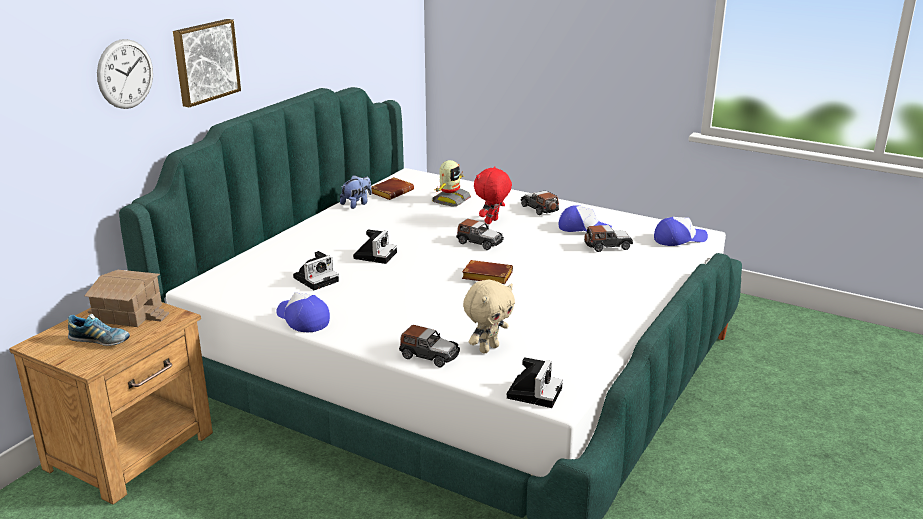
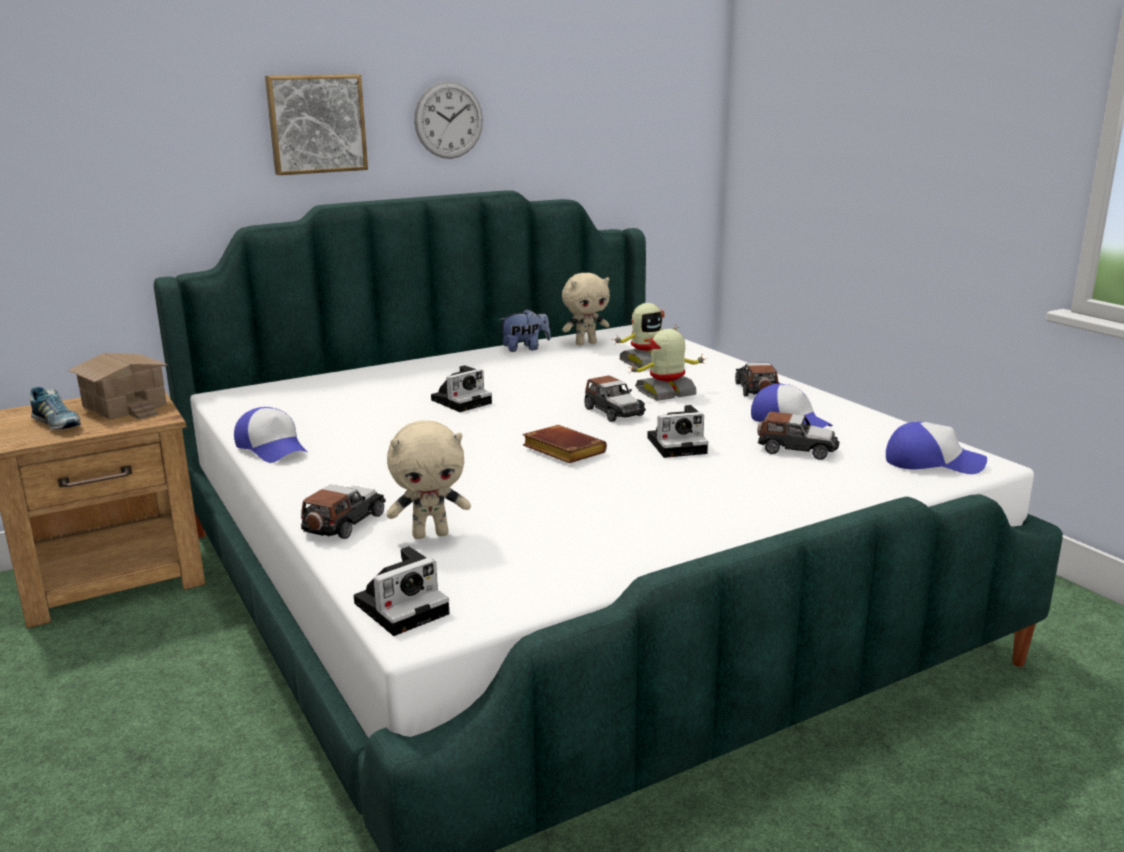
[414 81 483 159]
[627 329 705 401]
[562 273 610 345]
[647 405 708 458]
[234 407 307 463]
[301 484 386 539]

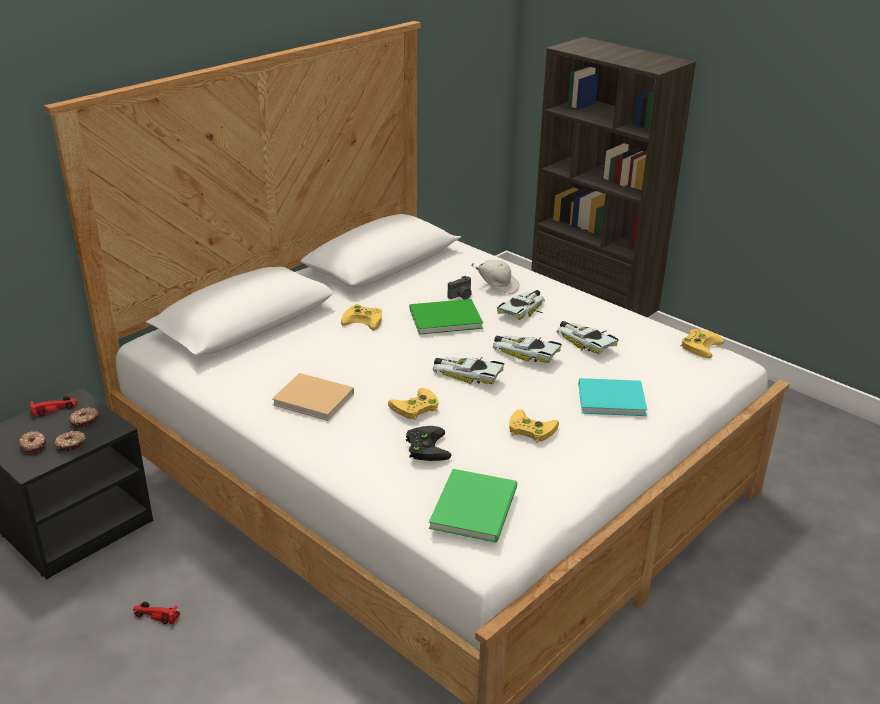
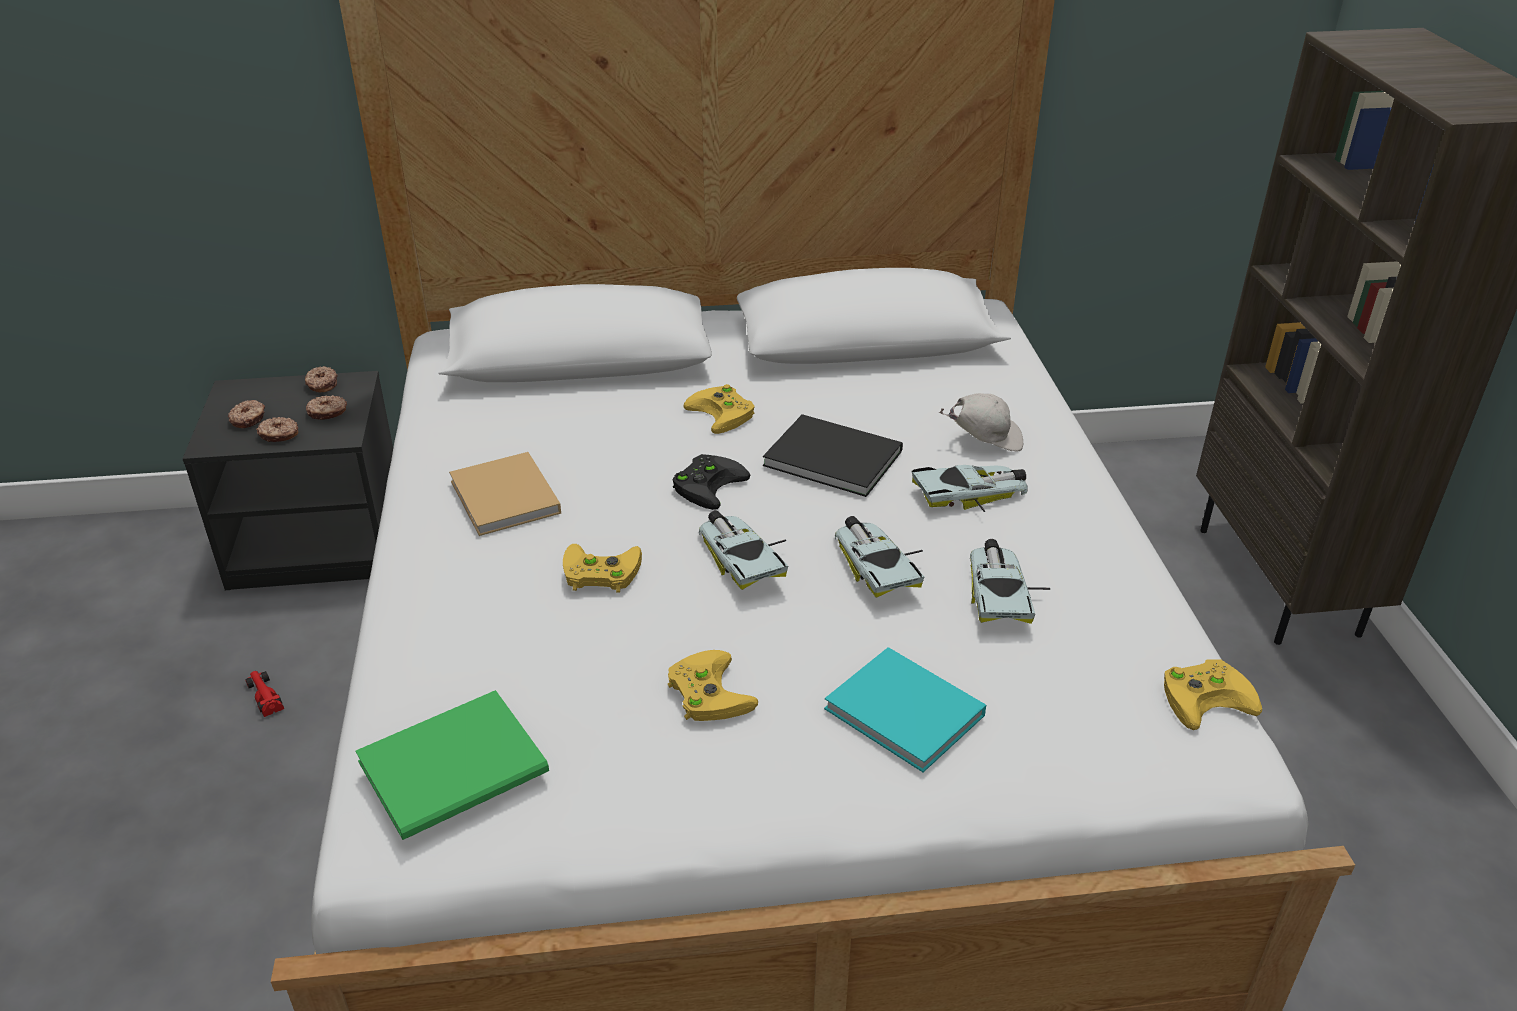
[939 393 1023 451]
[448 276 472 299] (first image)
[763 414 903 497]
[305 366 338 393]
[673 454 750 510]

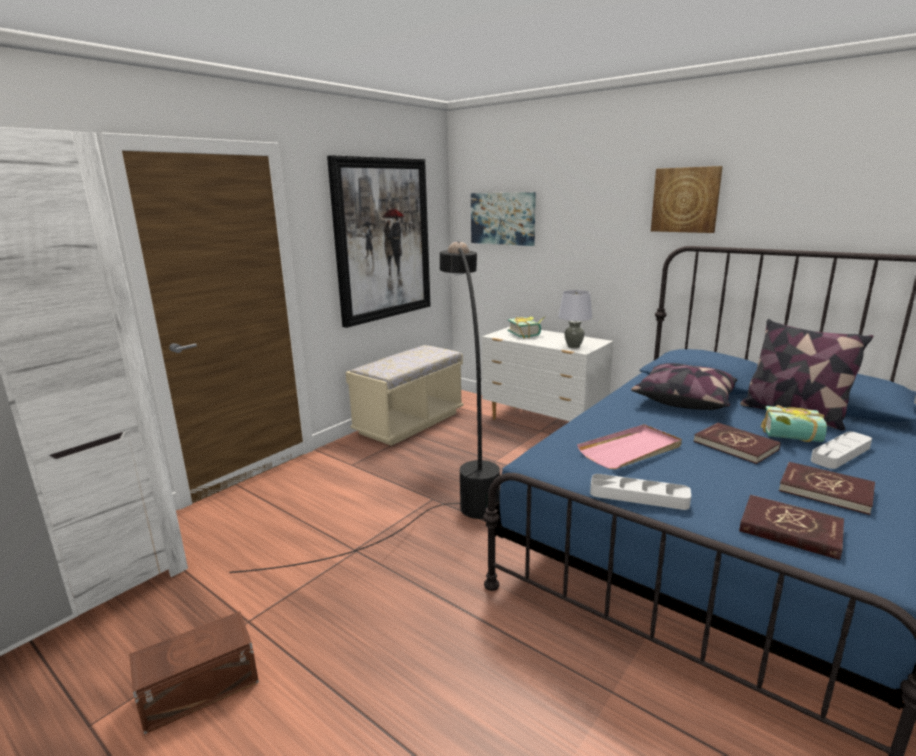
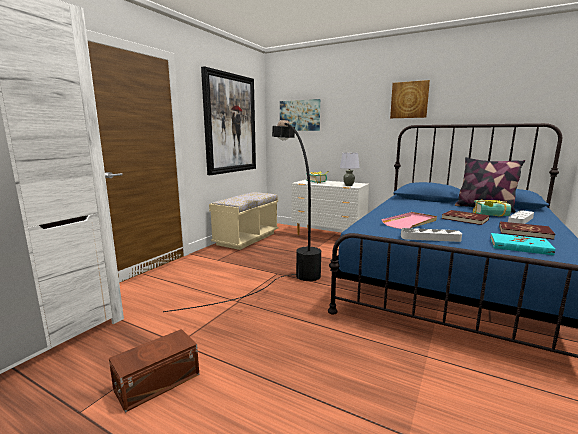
[631 363 737 410] (first image)
[490 233 555 255]

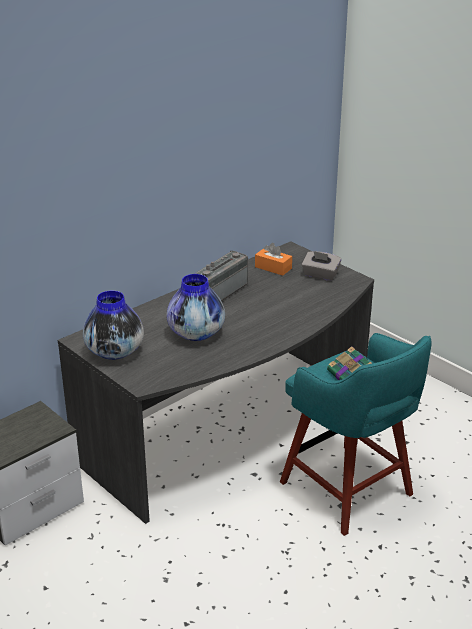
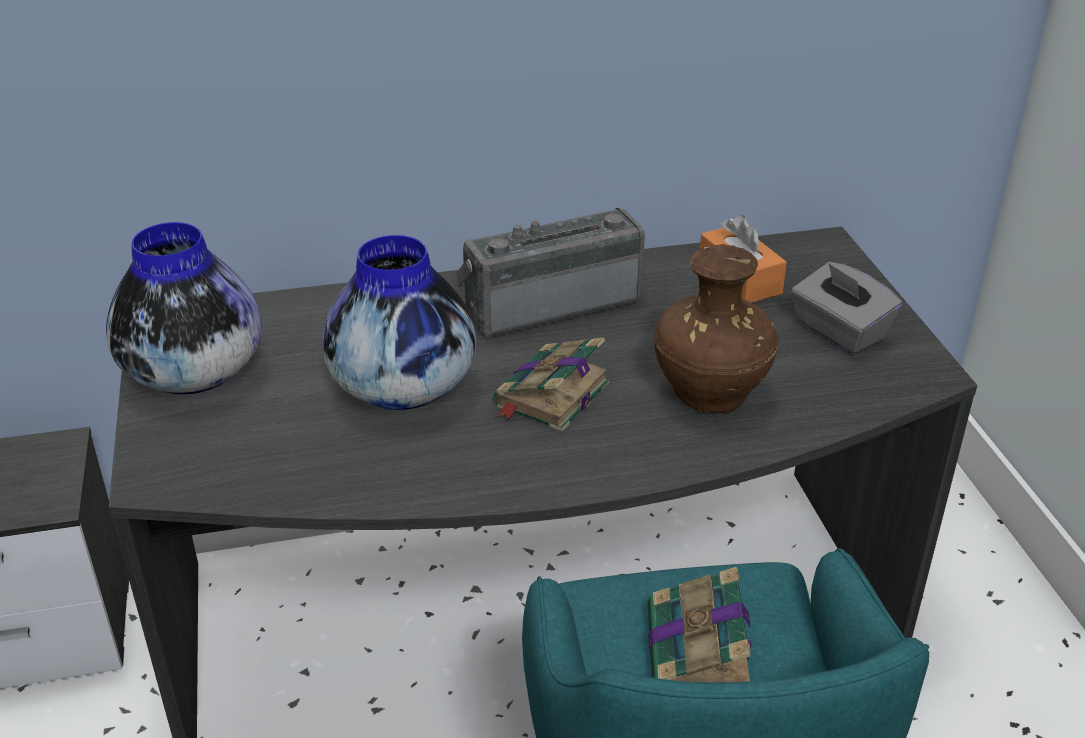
[654 244 778 413]
[493 337 610 432]

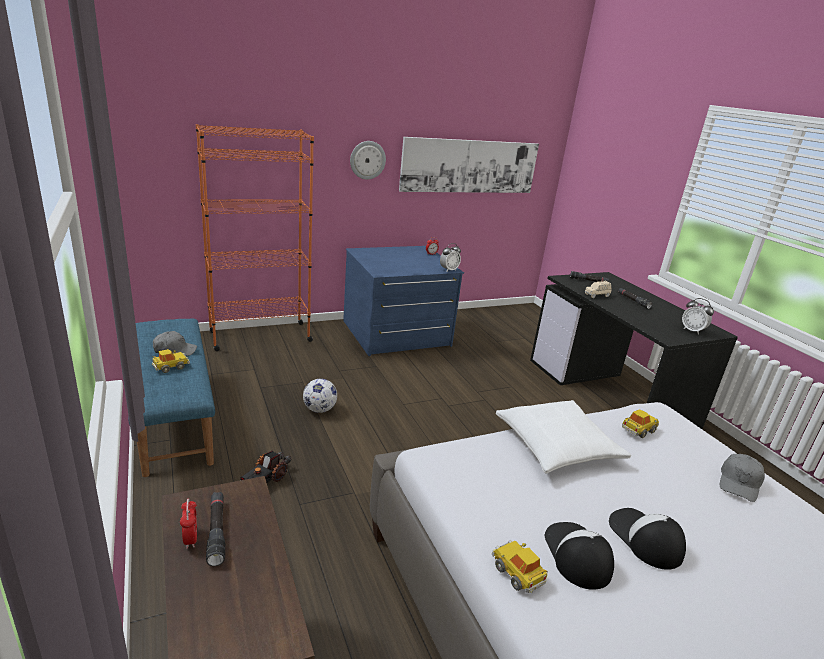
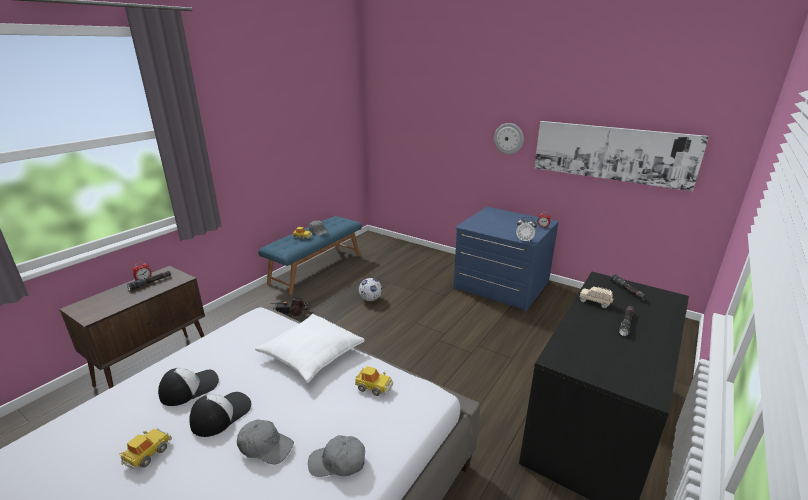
[196 124 314 351] (first image)
[682 298 714 335] (first image)
[120 428 172 470]
[237 420 294 465]

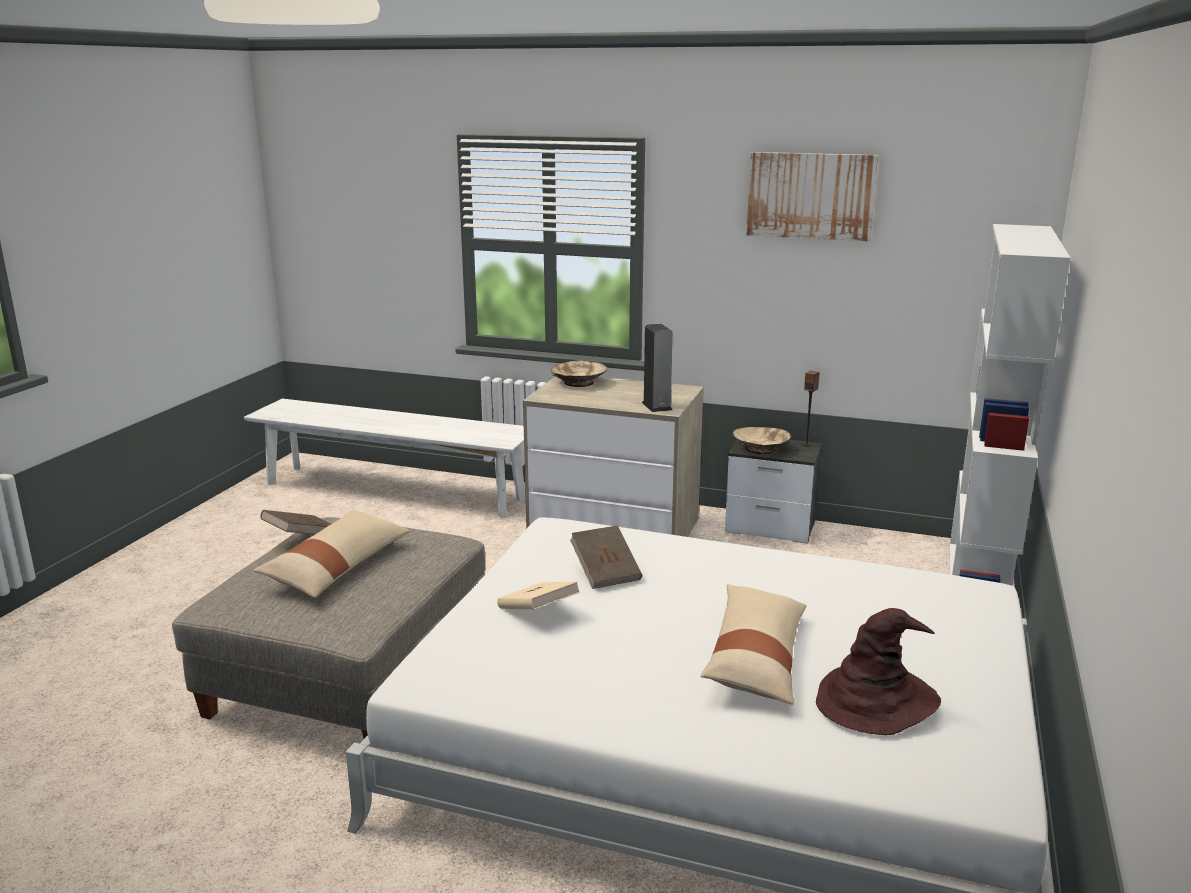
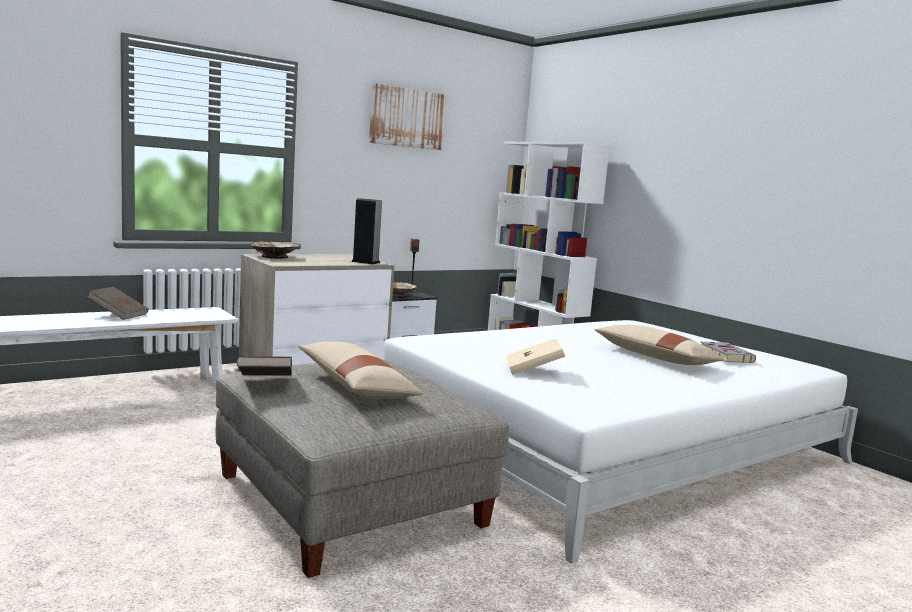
[87 287 149 320]
[701 342 756 363]

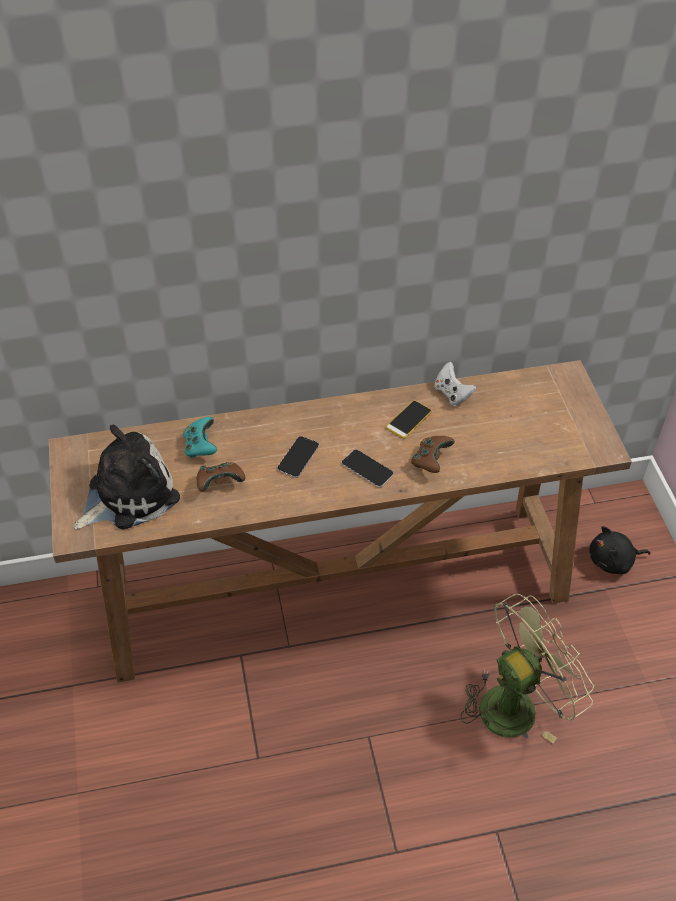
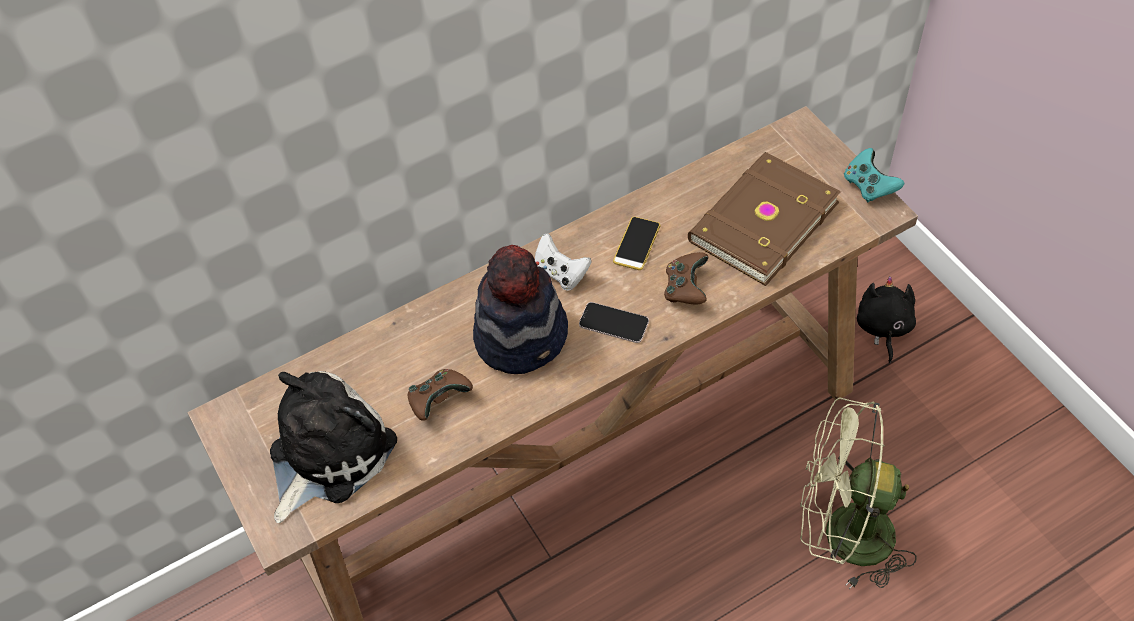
[535 233 592 290]
[844 148 904 202]
[473 245 568 374]
[857 276 916 363]
[800 397 916 589]
[688 152 841 286]

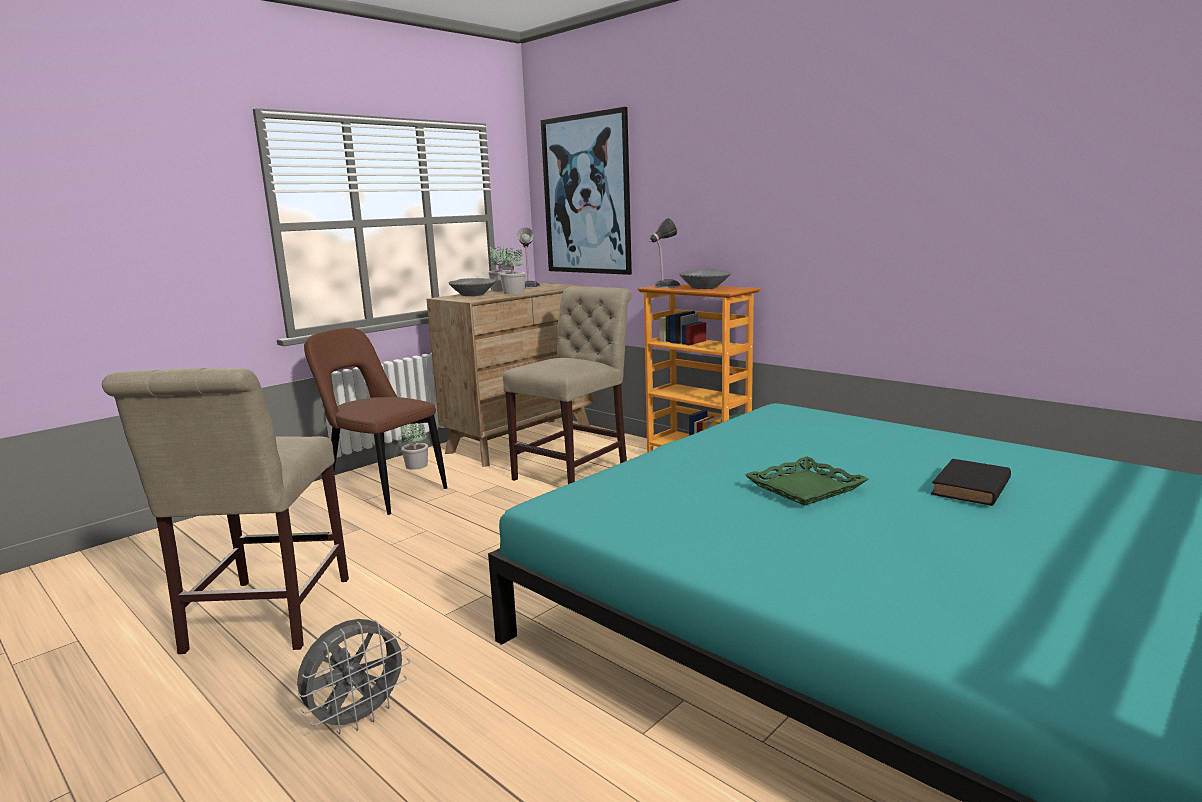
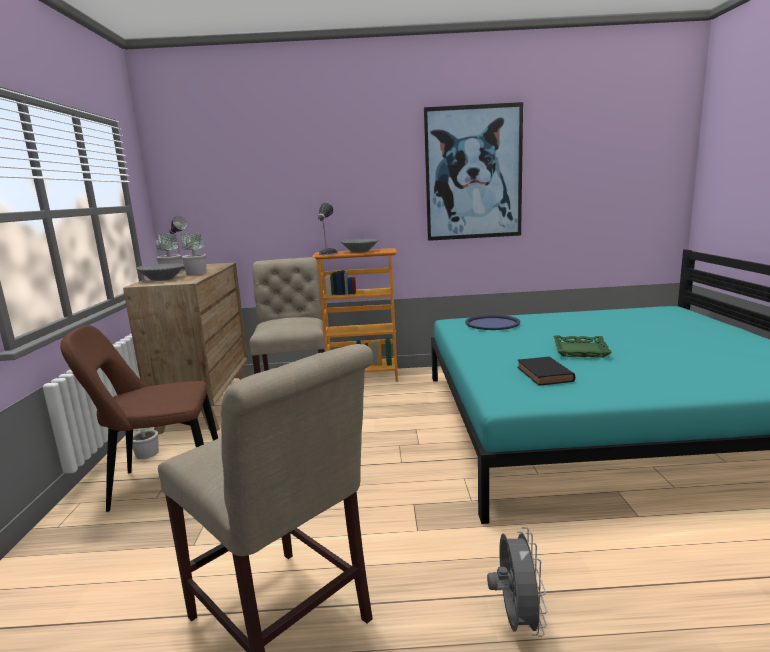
[424 102 523 241]
[517 356 575 385]
[465 315 520 330]

